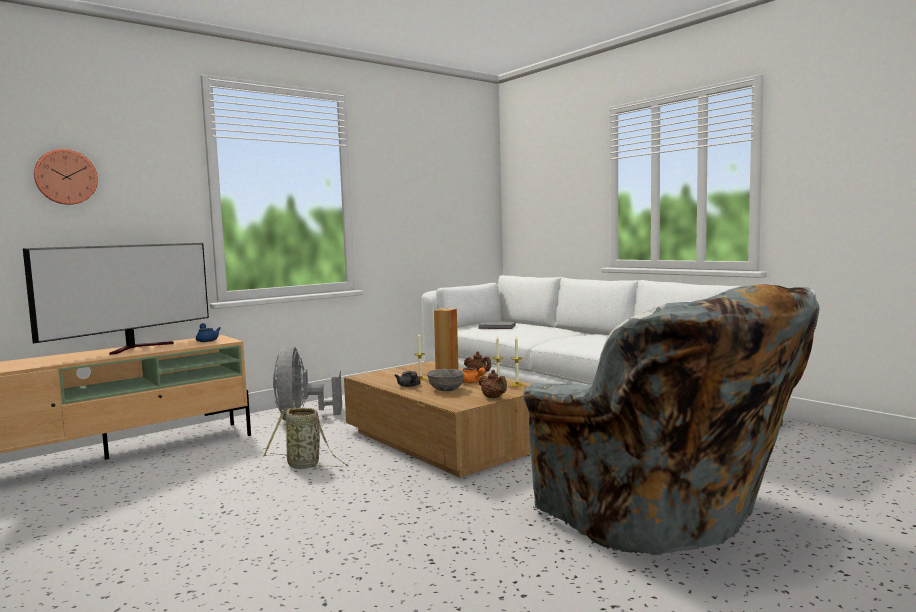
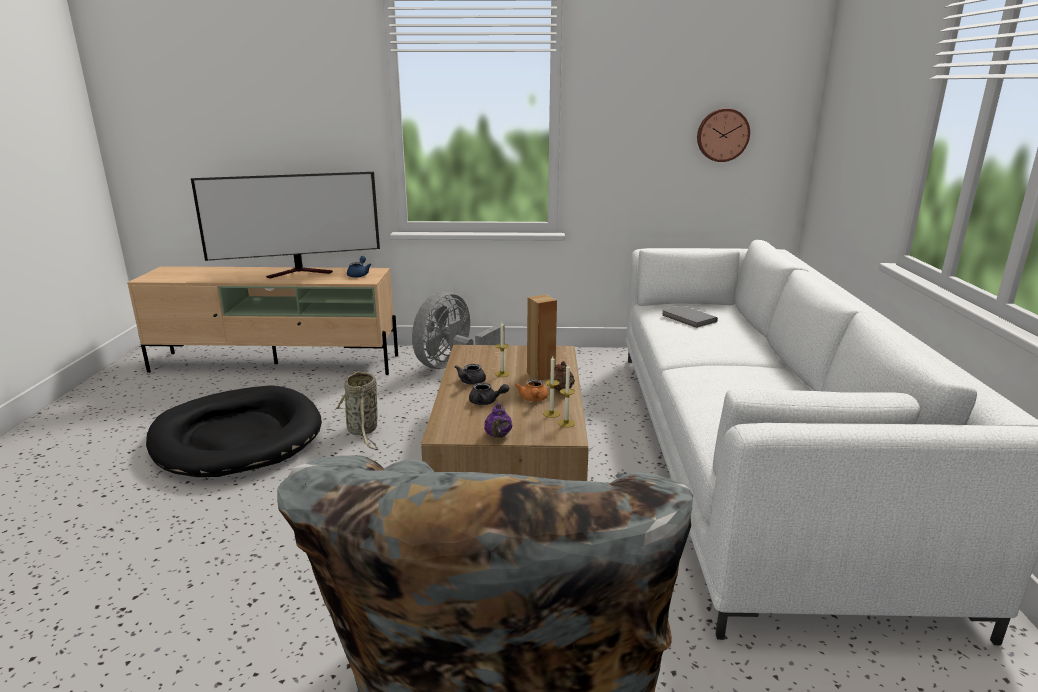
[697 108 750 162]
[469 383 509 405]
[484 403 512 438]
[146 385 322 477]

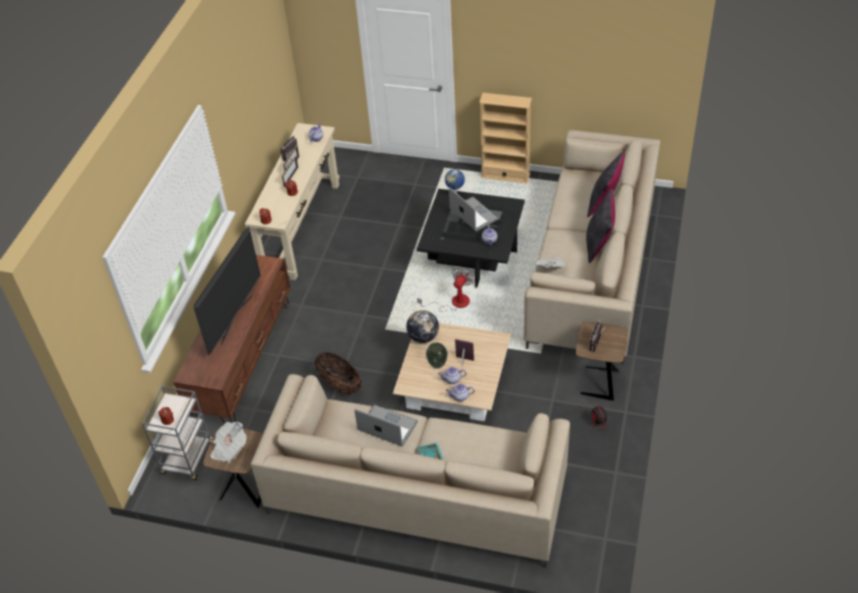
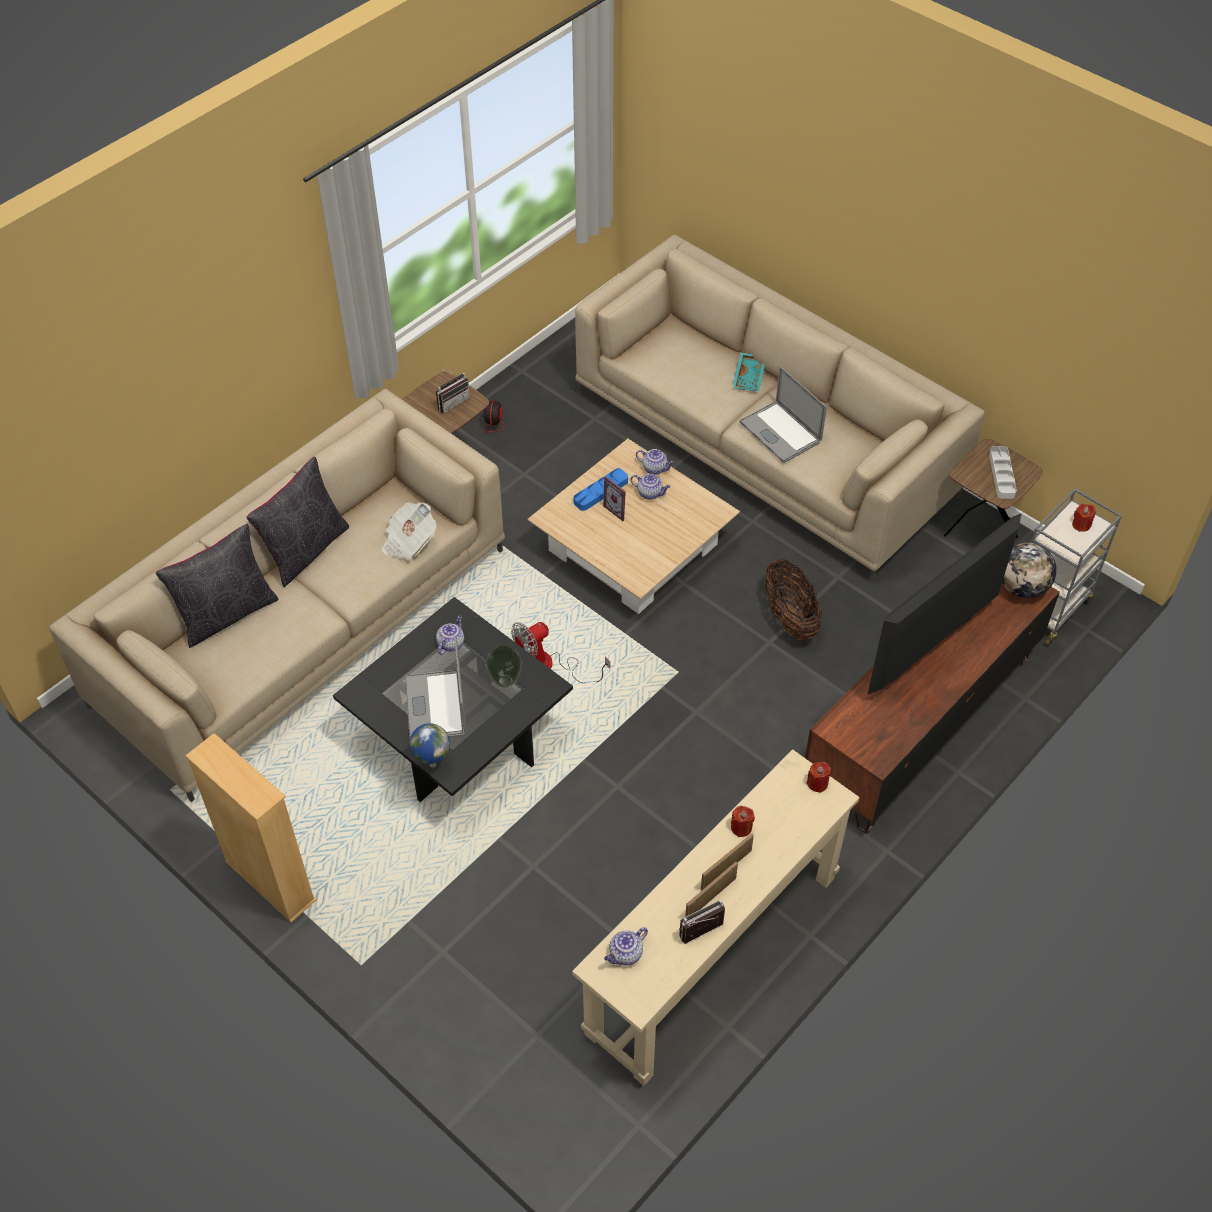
[1002 543 1057 598]
[485 644 522 688]
[989 446 1017 499]
[574 468 628 511]

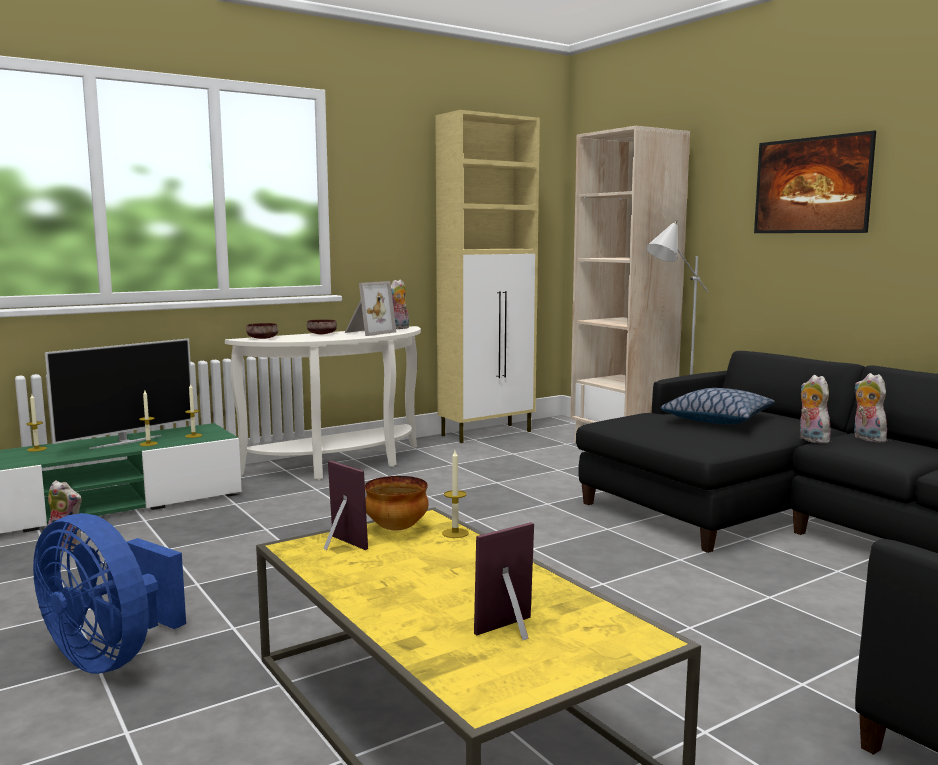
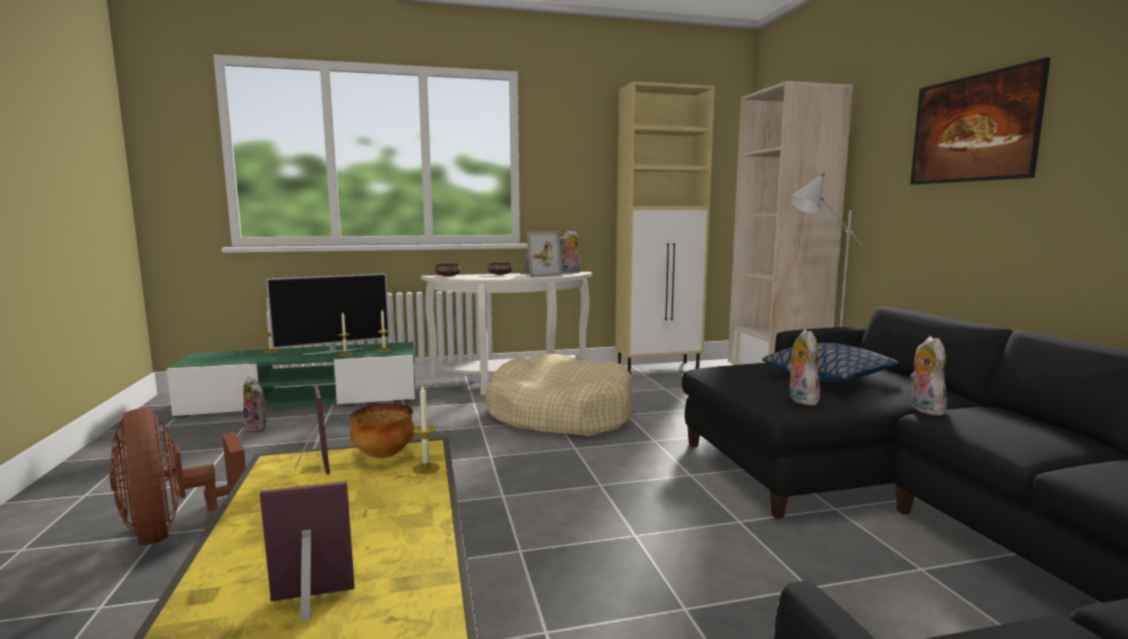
[787 329 820 406]
[109 408 246 545]
[485 354 633 436]

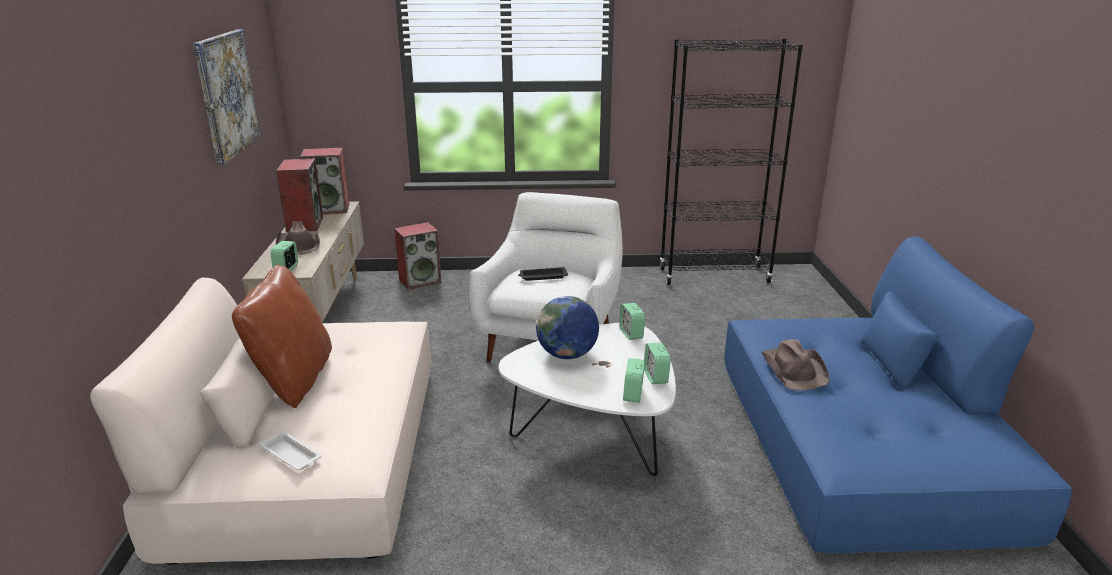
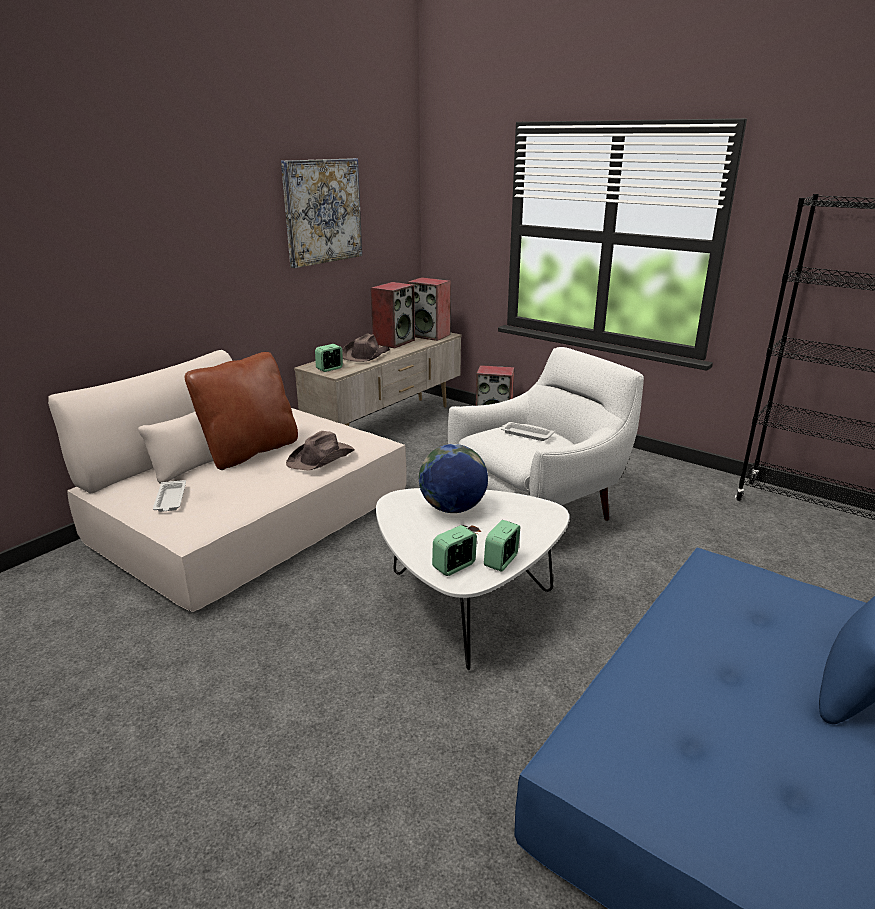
[501 422 555 441]
[619 303 645 340] (first image)
[286 431 355 471]

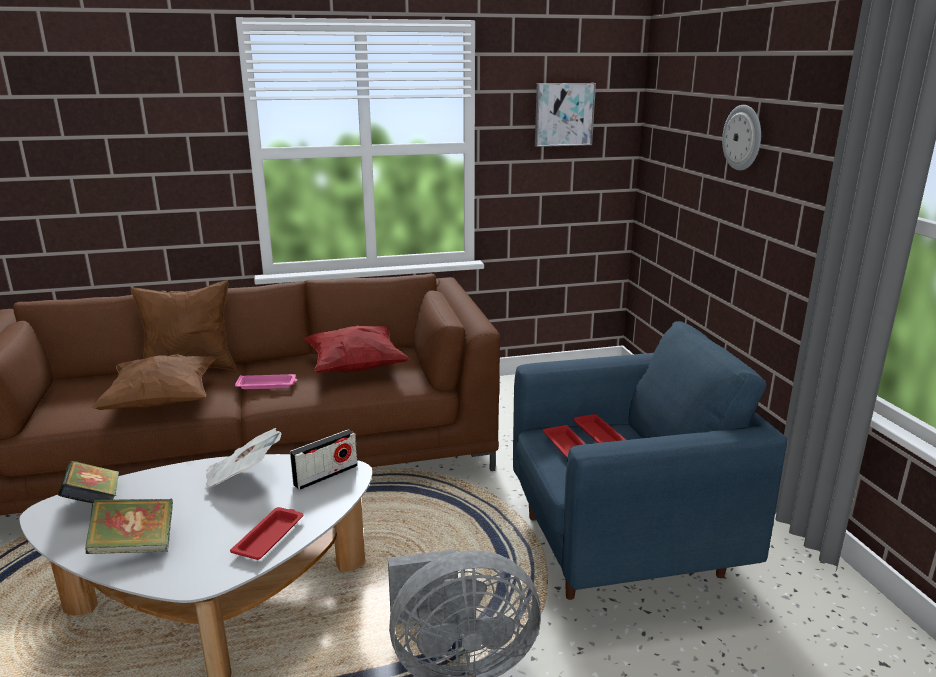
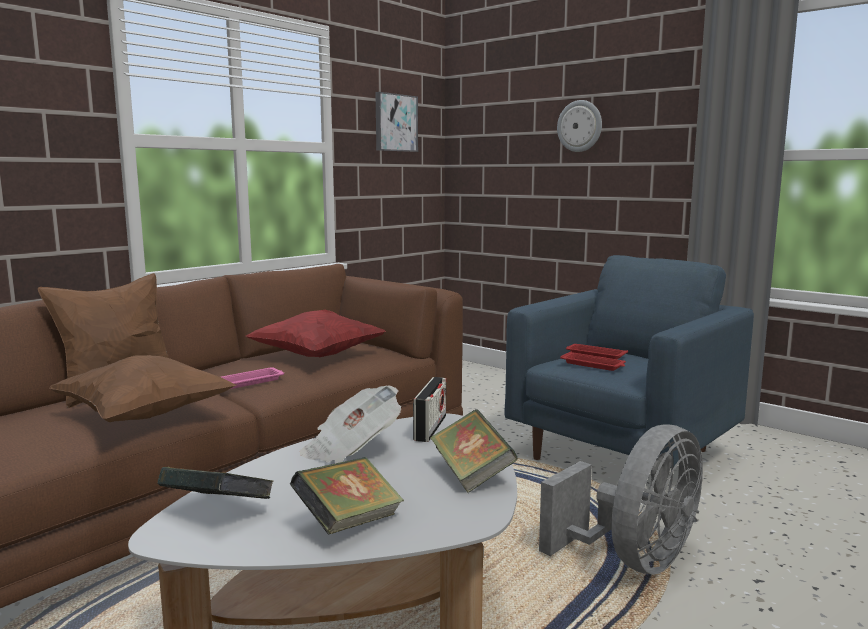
[430 409 518 493]

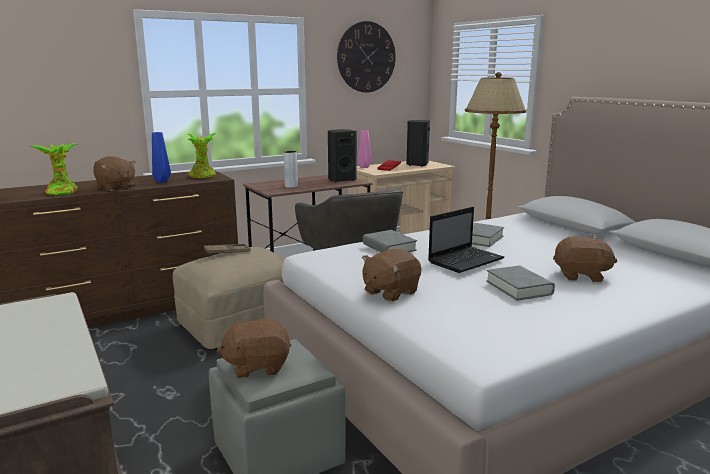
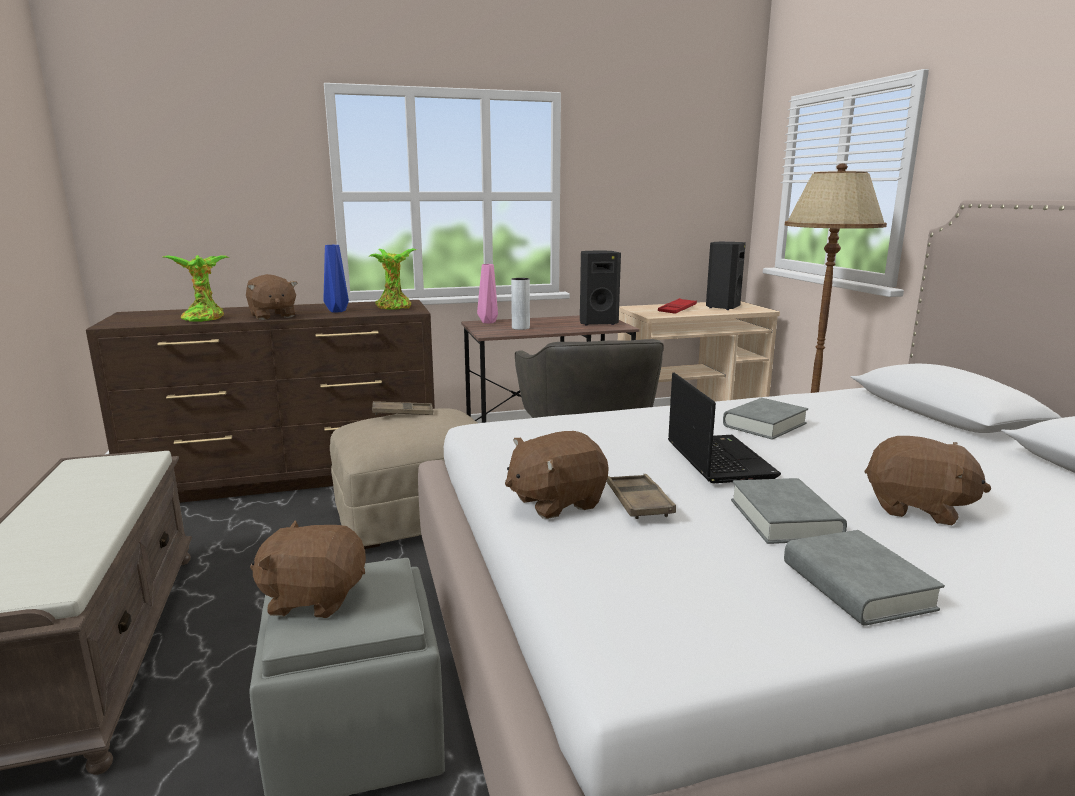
[337 21 396 92] (first image)
[477 264 498 323]
[668 373 781 483]
[784 530 945 626]
[607 474 676 519]

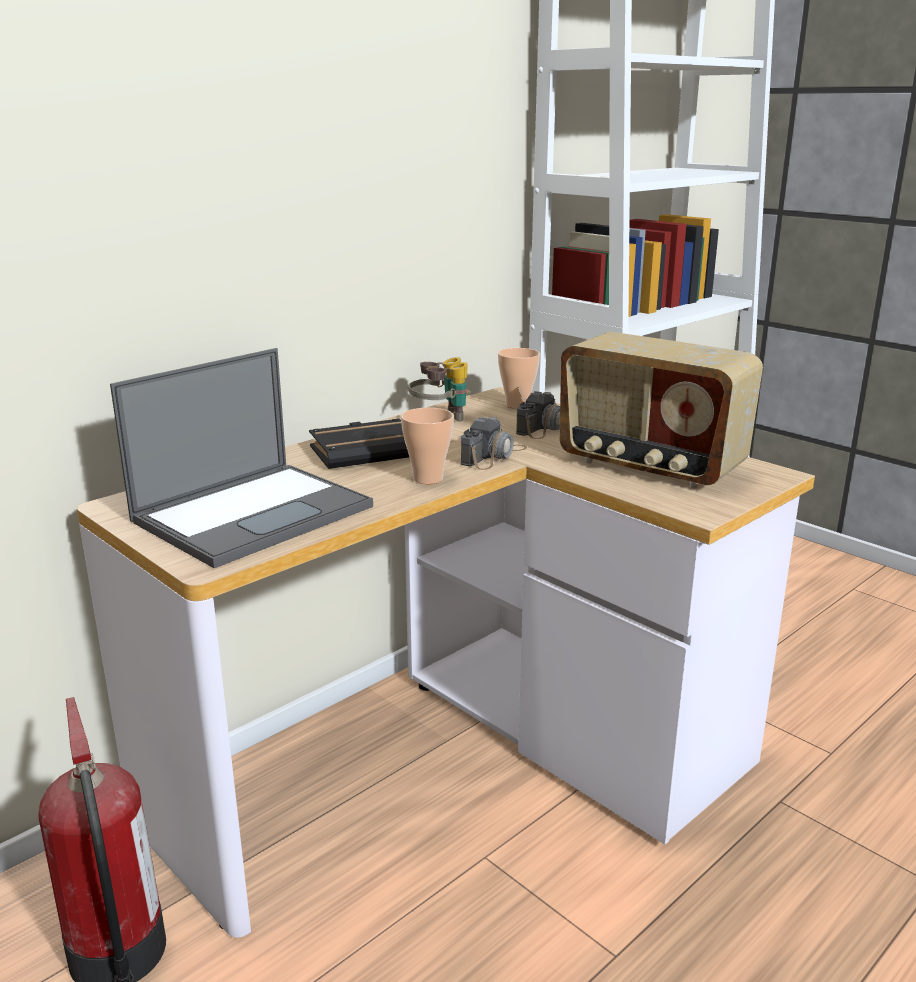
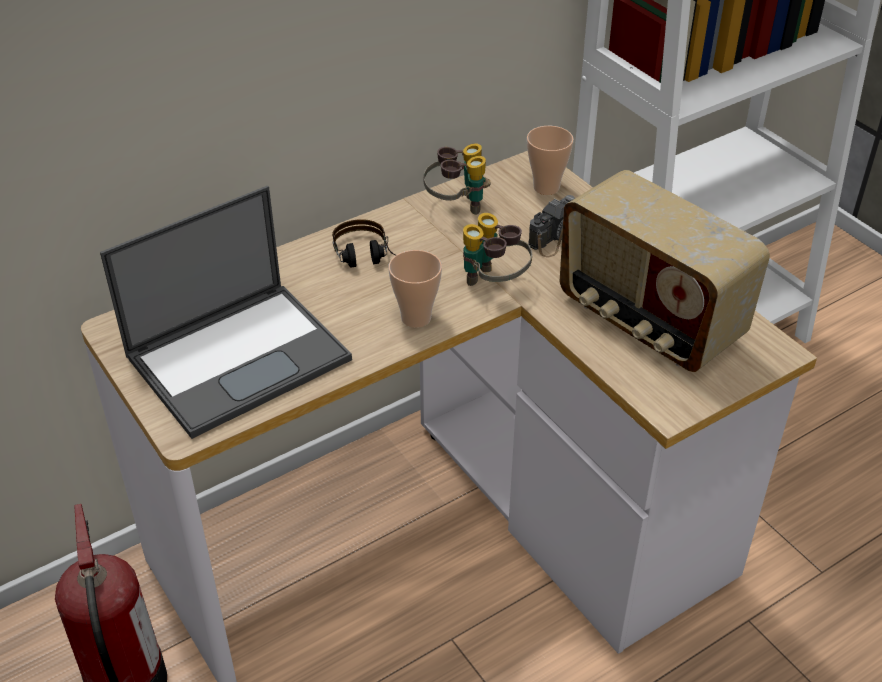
[463 213 532 286]
[332 219 396 267]

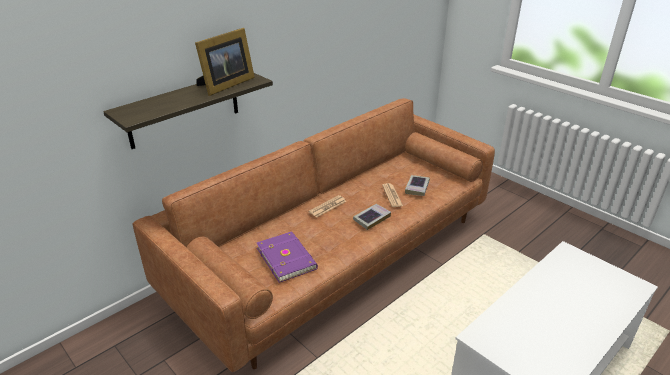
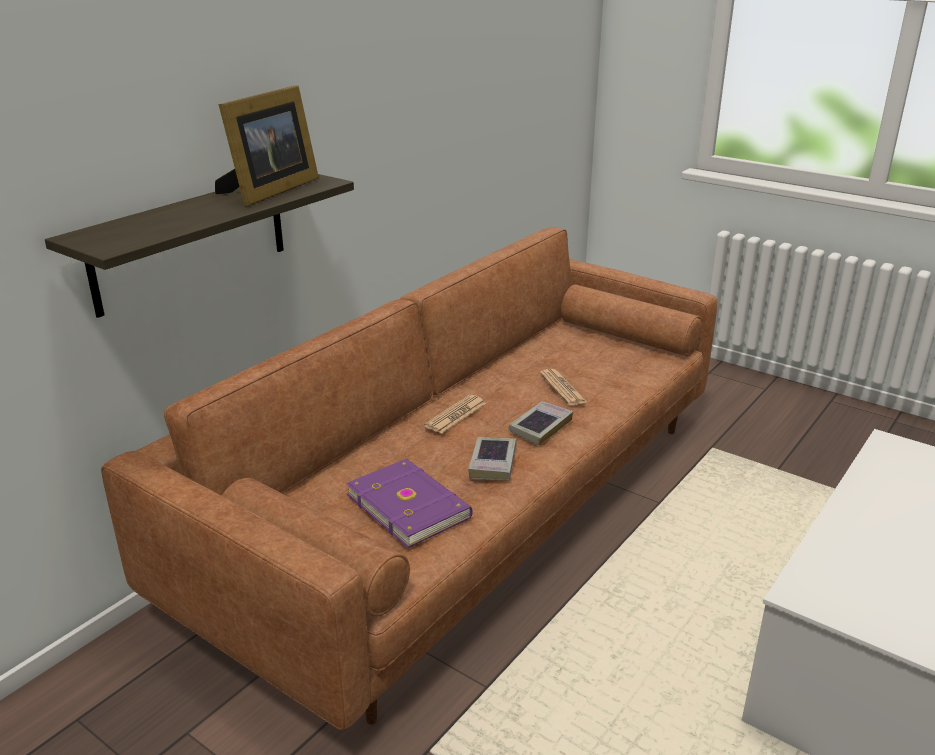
[468 437 516 479]

